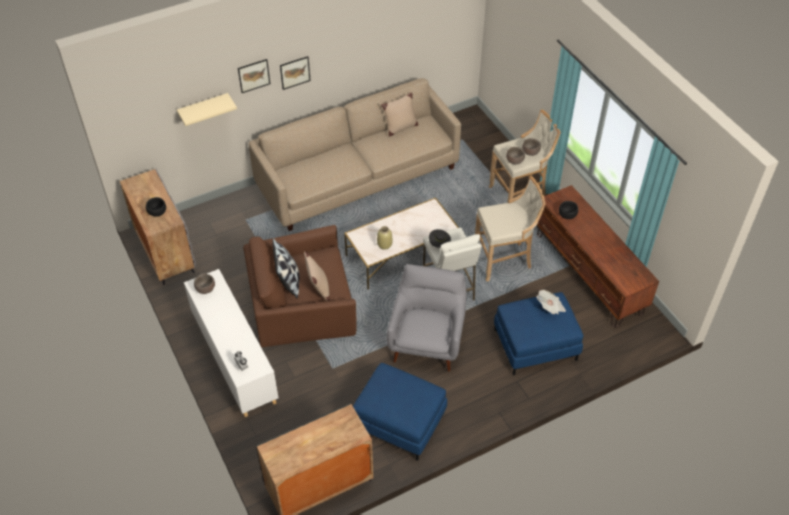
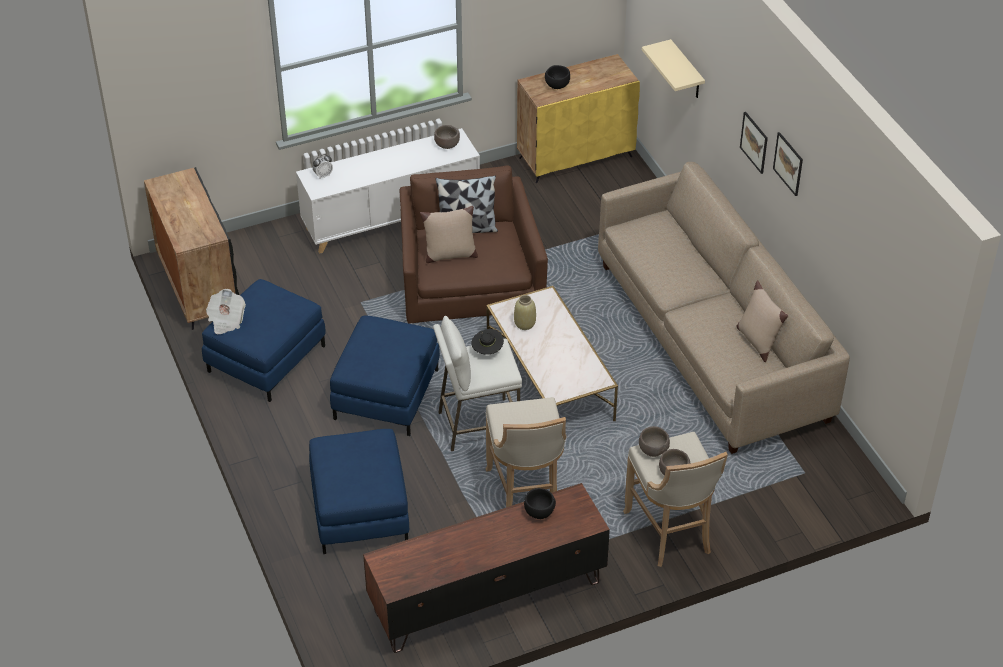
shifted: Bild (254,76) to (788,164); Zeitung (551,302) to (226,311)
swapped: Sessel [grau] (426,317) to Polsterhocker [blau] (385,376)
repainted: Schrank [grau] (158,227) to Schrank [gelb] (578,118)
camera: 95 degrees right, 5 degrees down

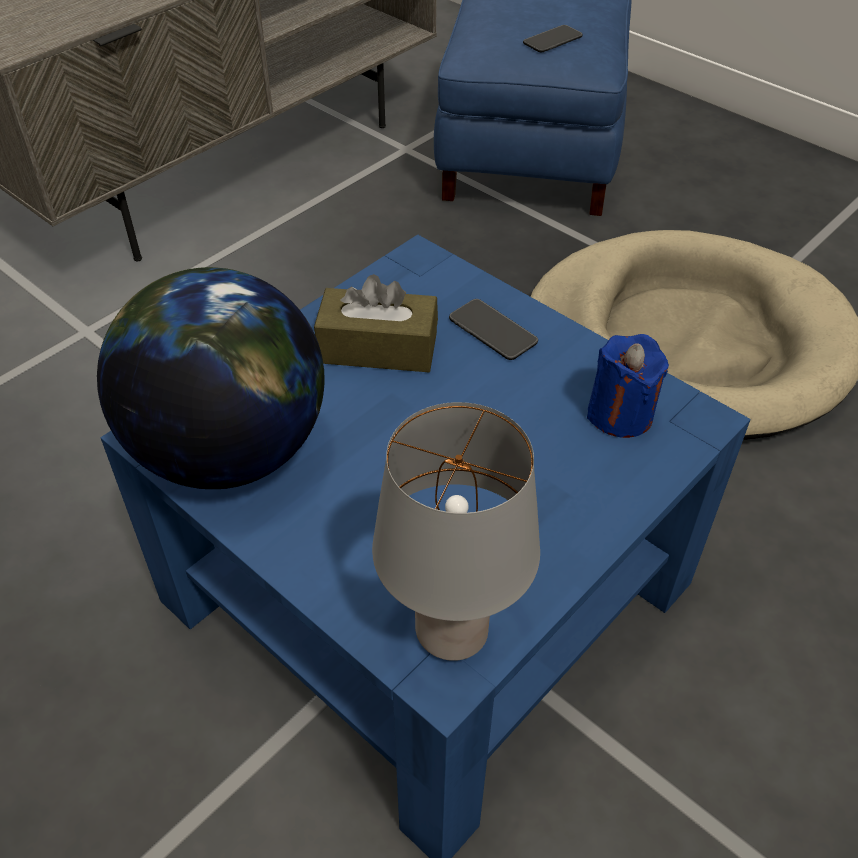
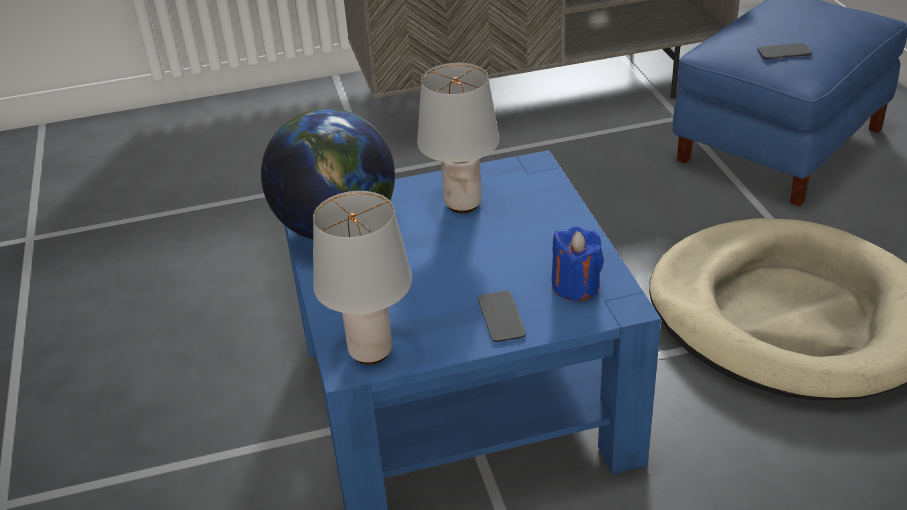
shifted: Handy (493,329) to (502,316)
swapped: Taschentuchbox [braun] (376,323) to Tischlampe [grau] (458,138)
camera: 35 degrees right, 10 degrees down

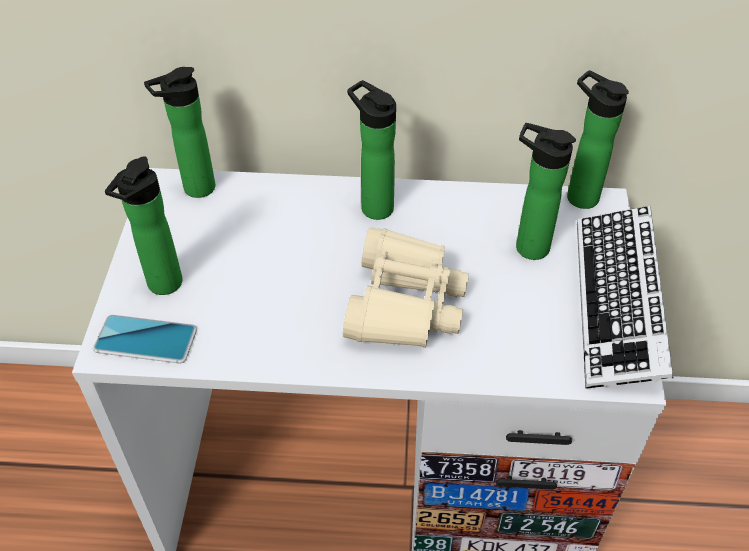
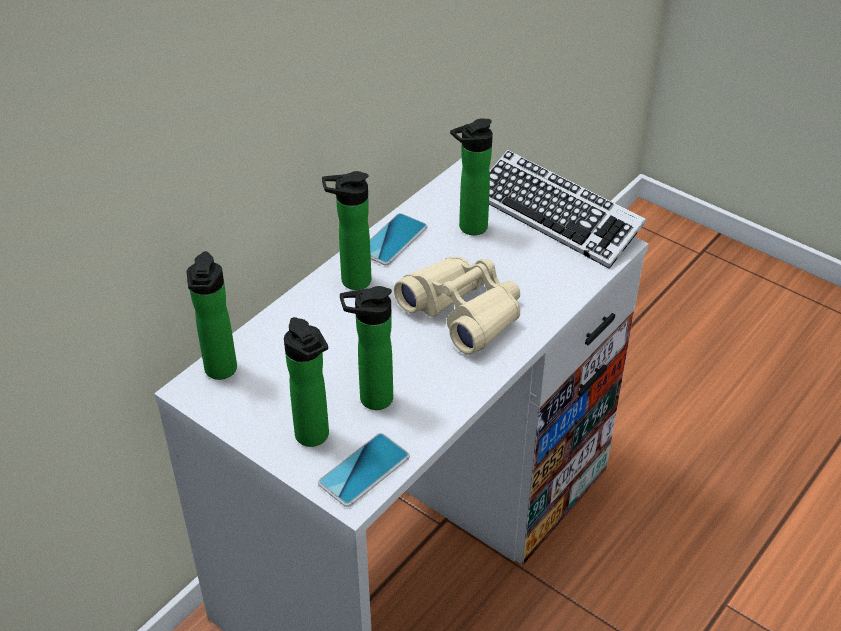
new: Handy (399,239)
shifted: Flasche (598,139) to (366,348)
camera: 55 degrees left, 5 degrees down

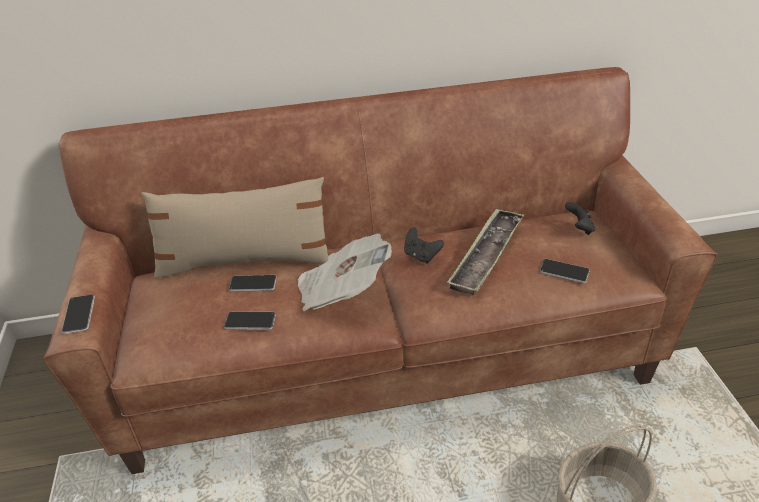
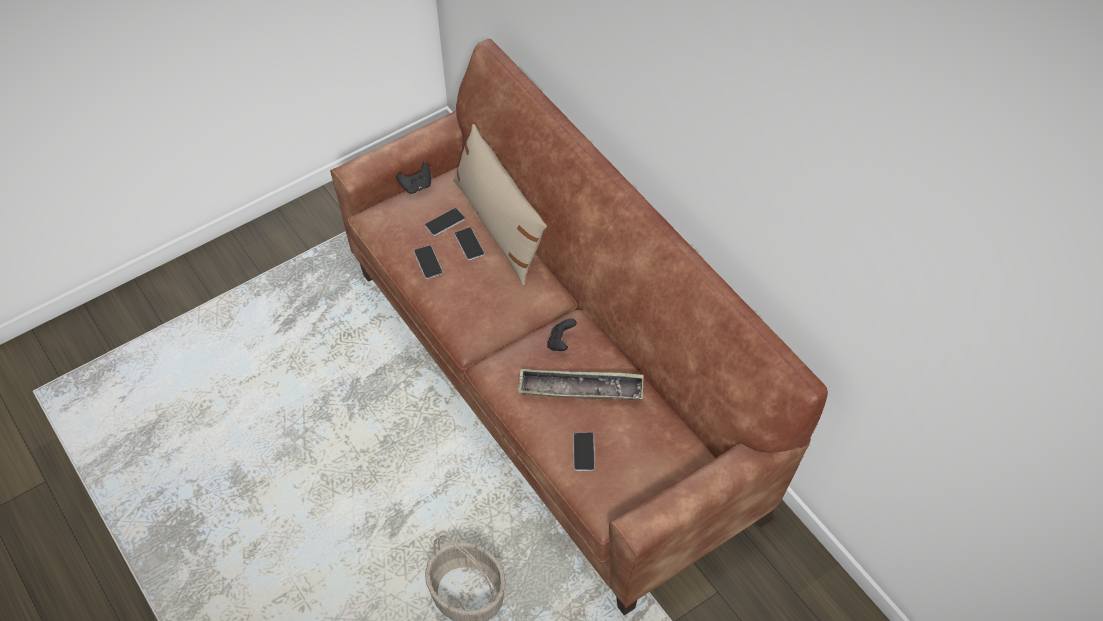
gone: Zeitung (345,272)
shifted: Gamepad [schwarz] (580,218) to (413,178); Handy (78,314) to (445,222)
camera: 65 degrees right, 15 degrees up

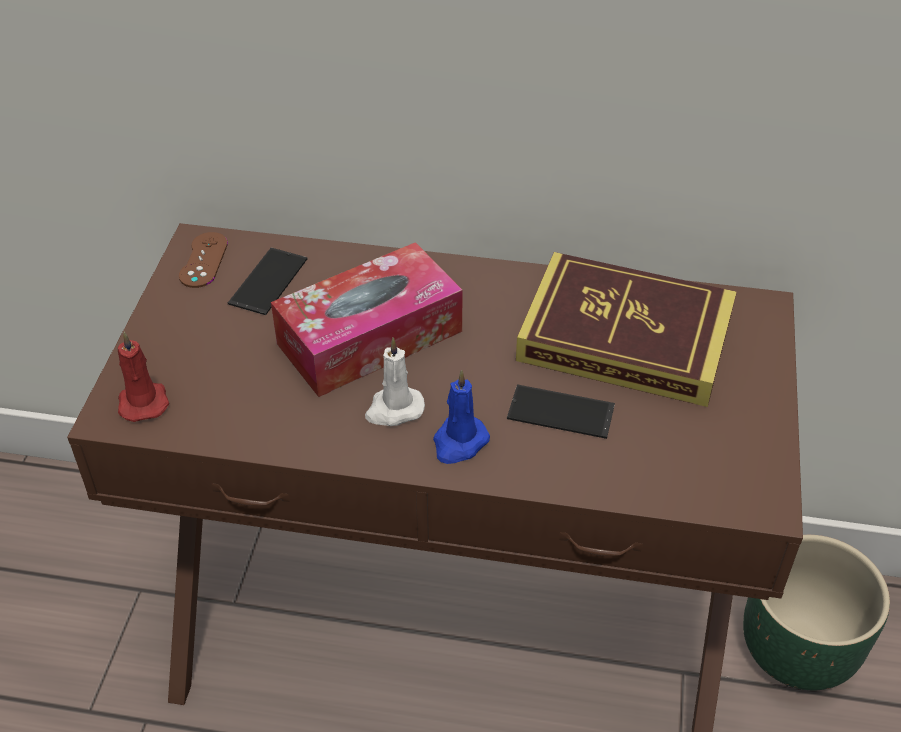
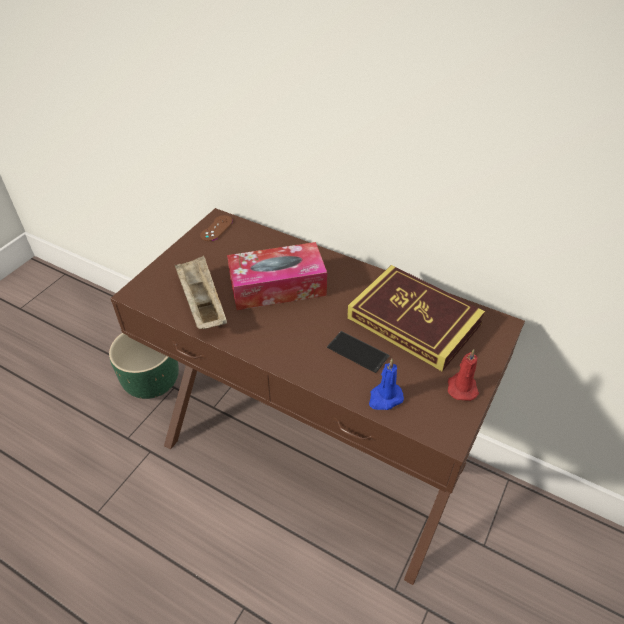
gone: Handy (268,281); Kerze [weiß] (395,382)
new: Tablett [beige] (200,292)
shifted: Kerze [rot] (143,377) to (463,375); Kerze [blau] (461,417) to (386,384); Pflanzkübel [grün] (816,612) to (144,366)
camera: 20 degrees right, 0 degrees up

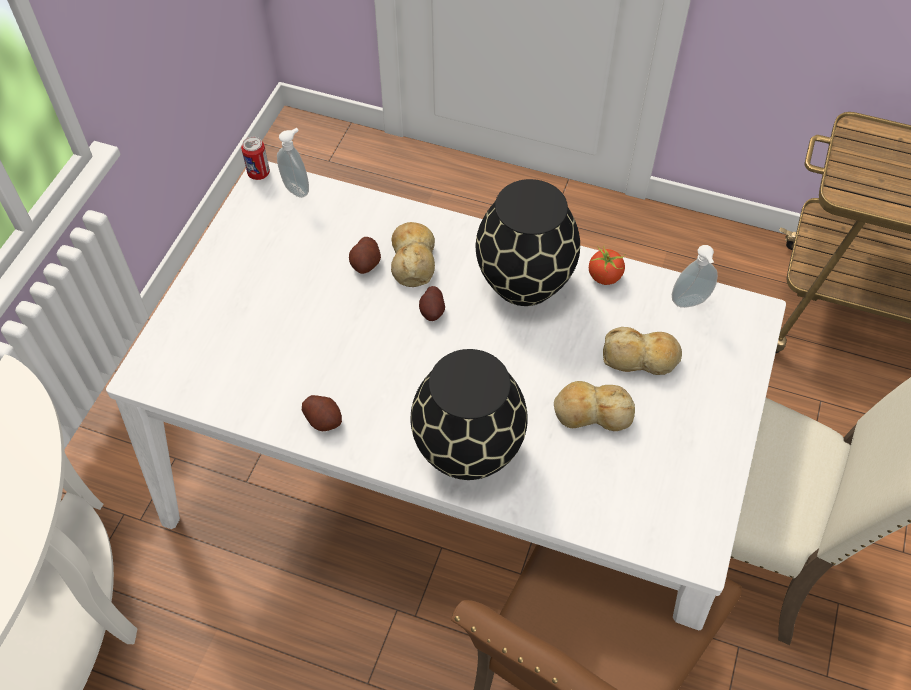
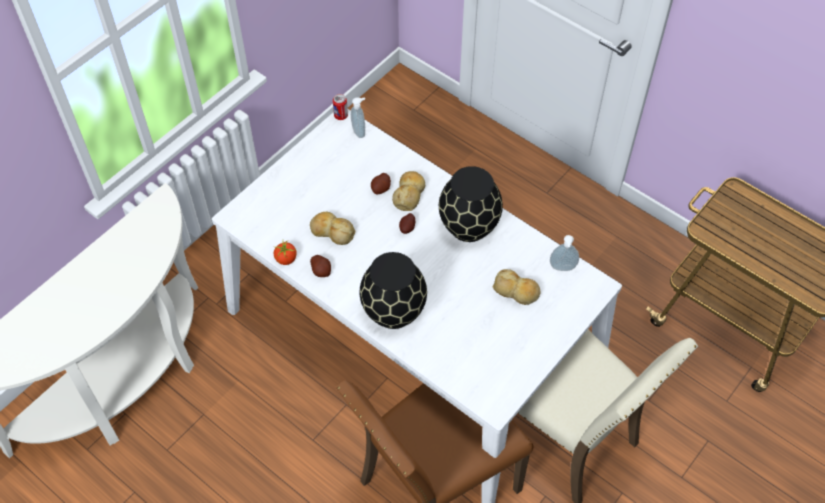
shifted: Tomate (607,266) to (285,252); Brot (594,406) to (333,228)
camera: 20 degrees right, 0 degrees up

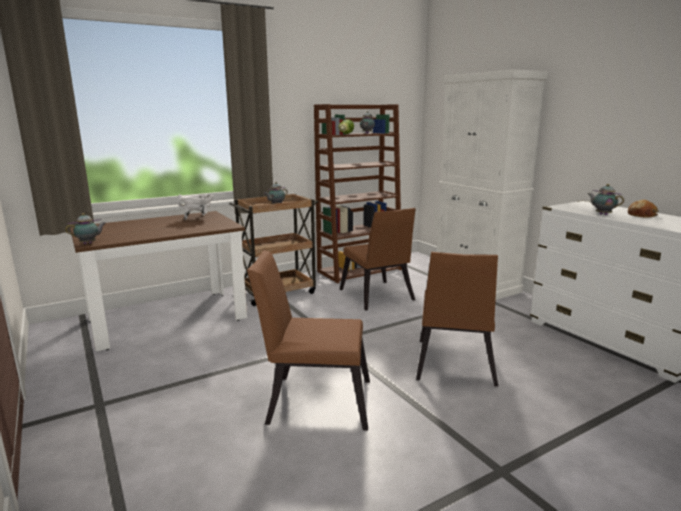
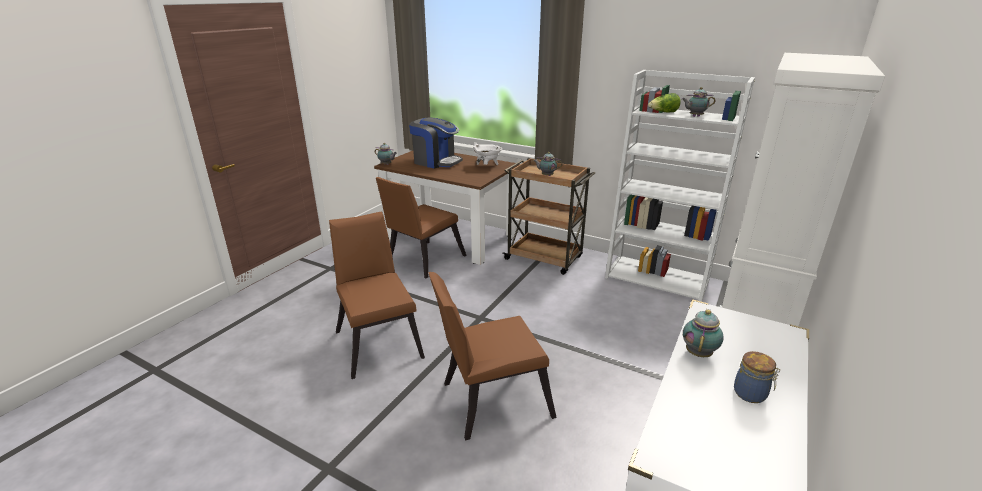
new: Kaffeemaschine (436,143)
shifted: Stuhl [braun] (378,259) to (421,228)
swapped: Brot (643,209) to Vorratsglas (757,377)
repainted: Bücherregal [braun] (358,193) to Bücherregal [weiß] (680,186)
camera: 60 degrees right, 10 degrees up

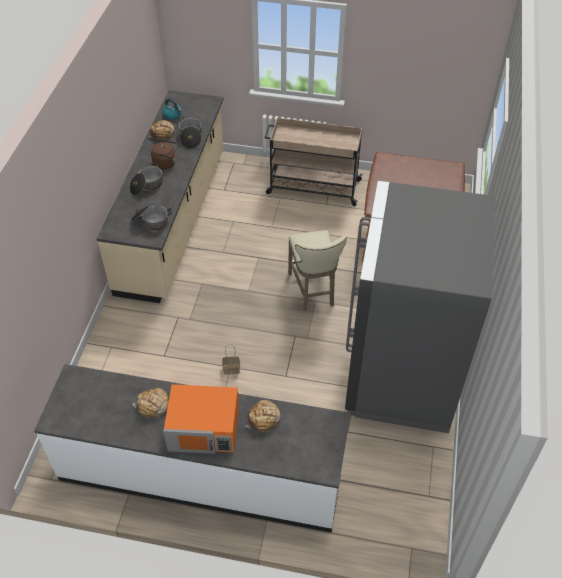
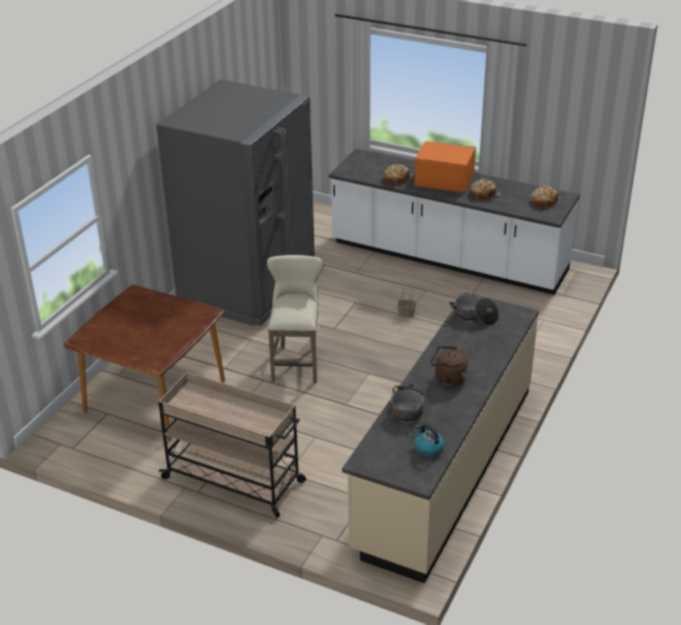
gone: Kochtopf (146,179)
shifted: Brot (162,129) to (545,196)
camera: 165 degrees left, 15 degrees down

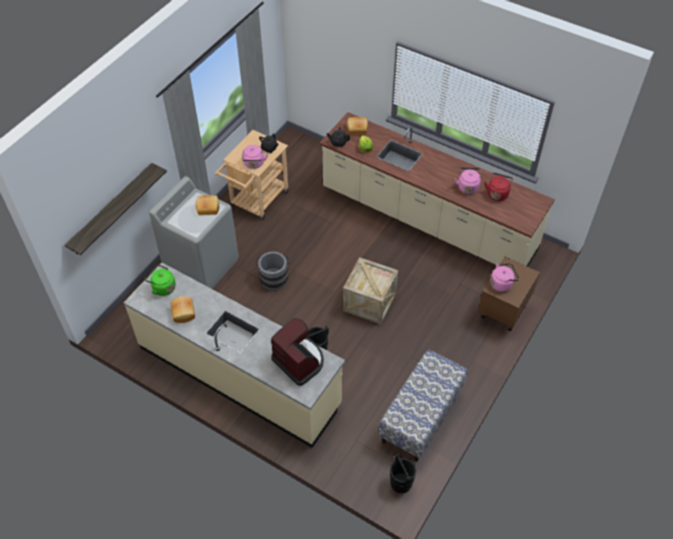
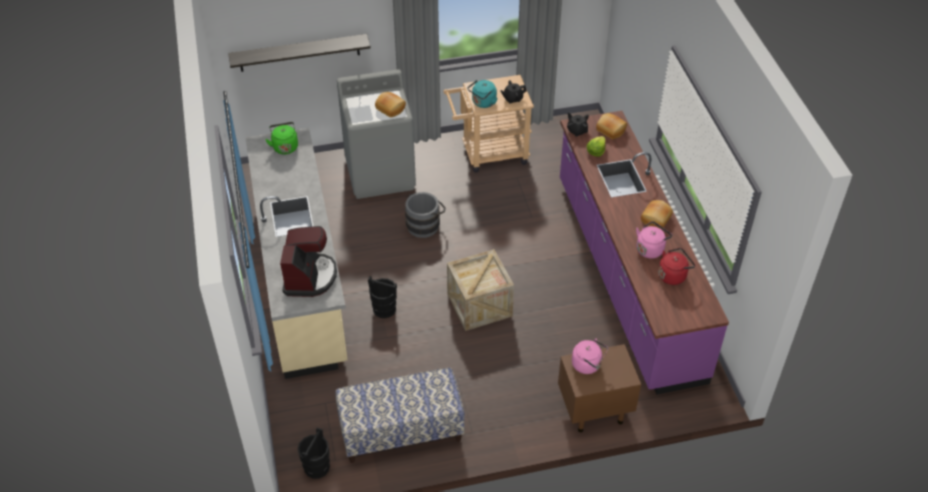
shifted: Brot (182,309) to (657,215)
repainted: Küchenzeile [beige] (437,189) to Küchenzeile [lila] (644,253); Wasserkessel [rosa] (255,157) to Wasserkessel [türkis] (482,94)
camera: 45 degrees right, 5 degrees down

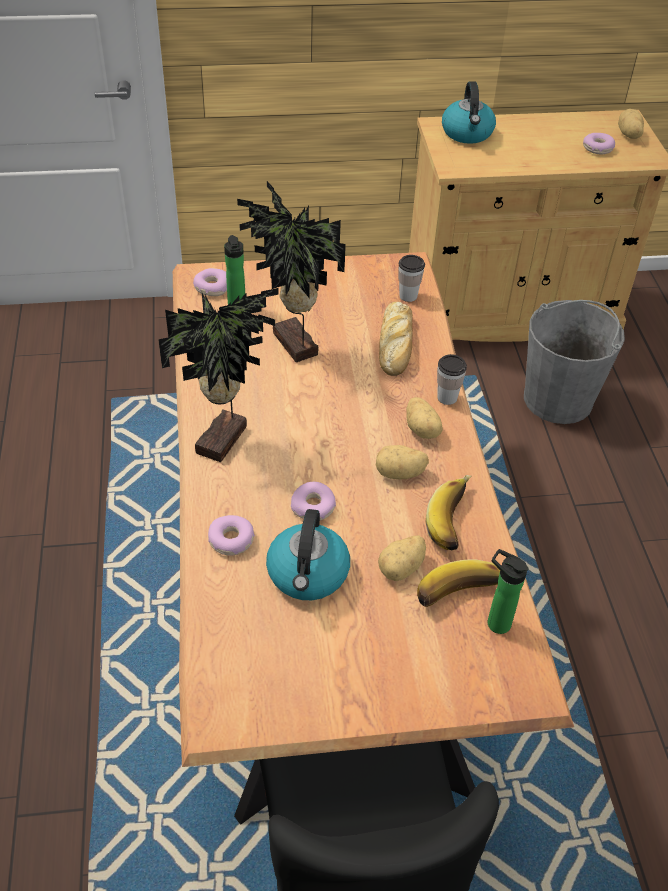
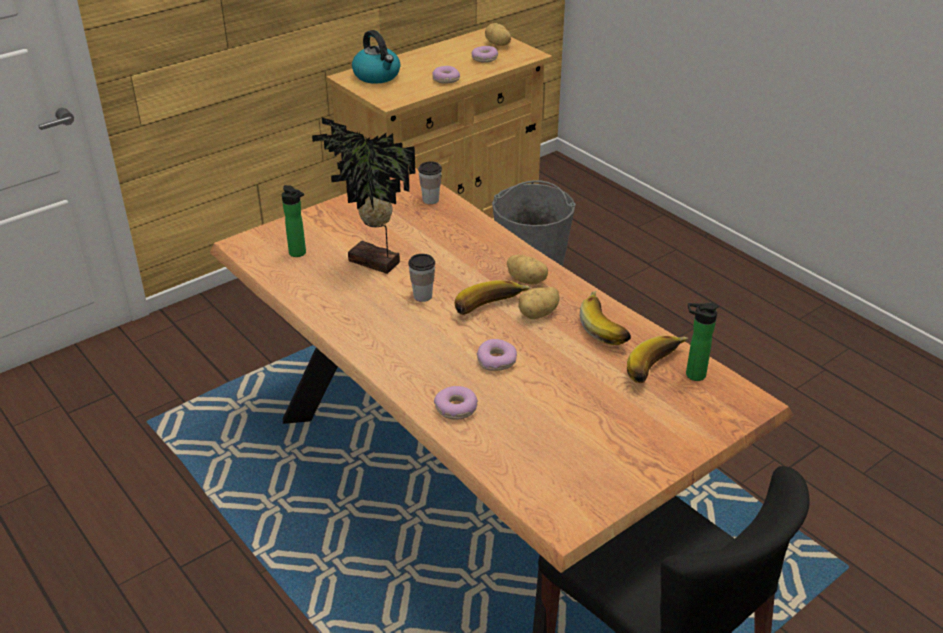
gone: Topfpflanze (218,375); Brot (396,339); Wasserkessel (308,554); Kartoffel (402,558)
new: Banane (492,297)
shifted: Donut (210,282) to (446,75); Tasse (452,379) to (421,278)
camera: 30 degrees left, 10 degrees down

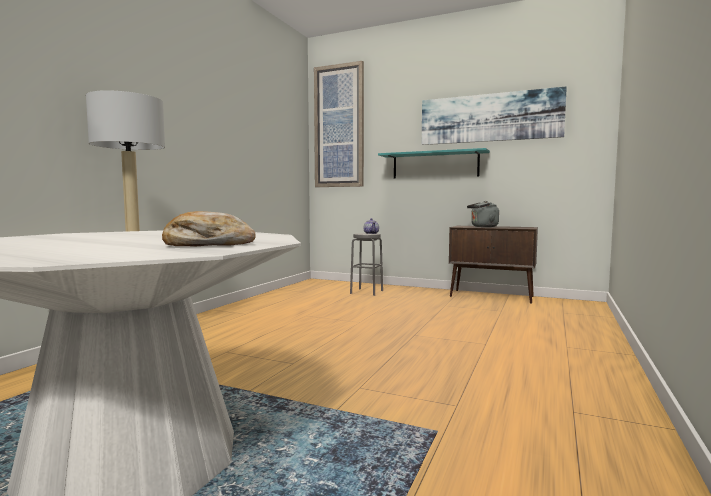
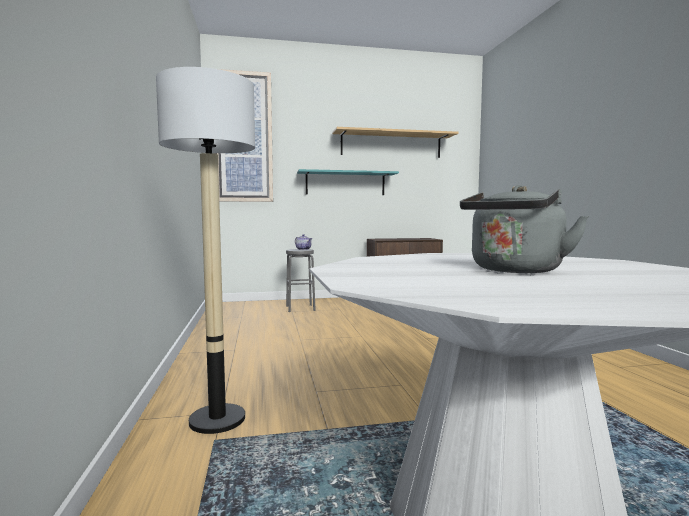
gone: Brot (209,228)
shifted: Wasserkessel [grau] (483,214) to (524,229)
swapped: Bild (494,115) to Wandregal (395,142)
camera: 35 degrees left, 0 degrees up

